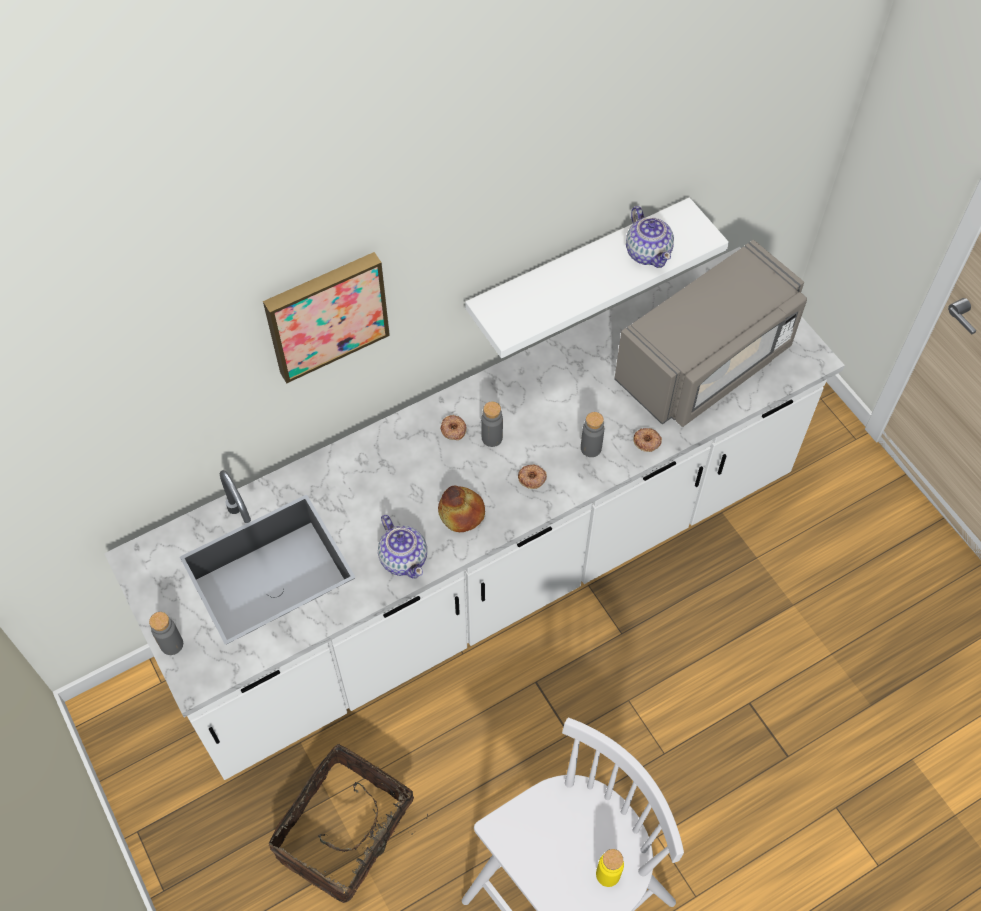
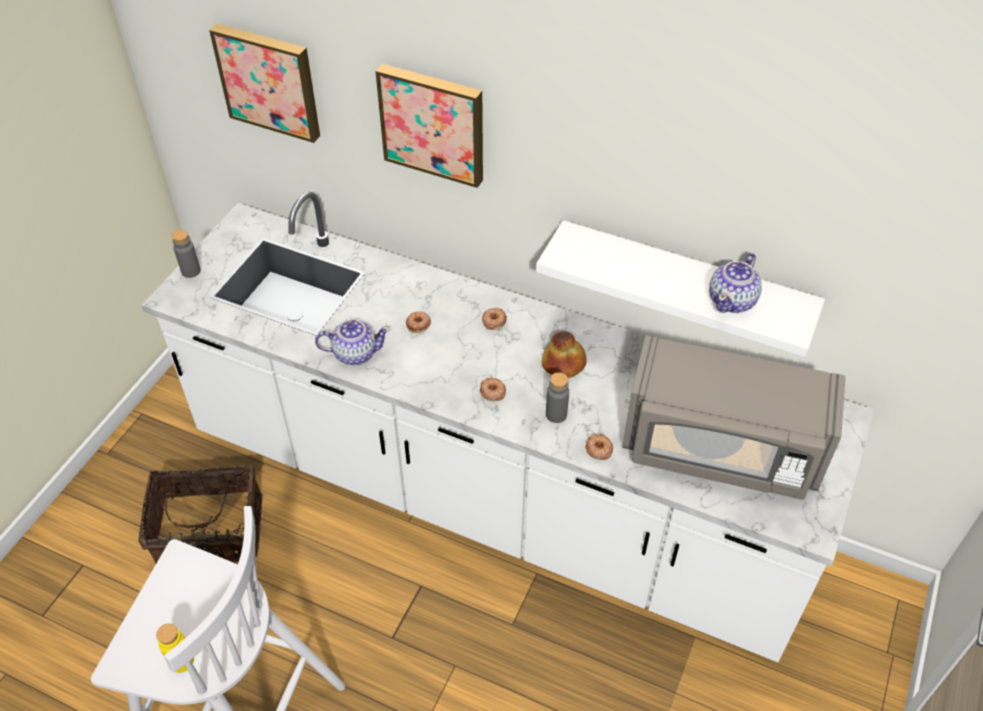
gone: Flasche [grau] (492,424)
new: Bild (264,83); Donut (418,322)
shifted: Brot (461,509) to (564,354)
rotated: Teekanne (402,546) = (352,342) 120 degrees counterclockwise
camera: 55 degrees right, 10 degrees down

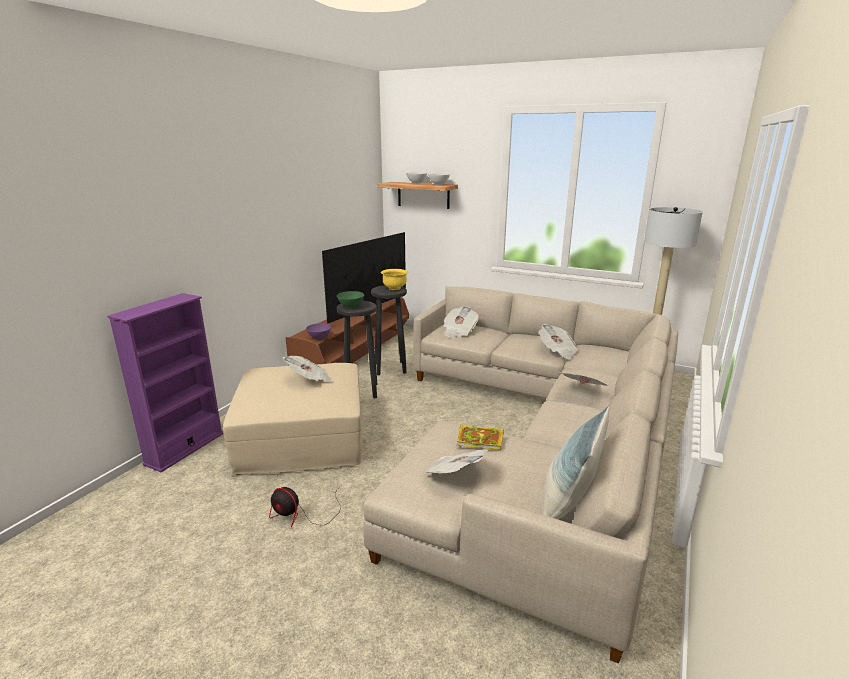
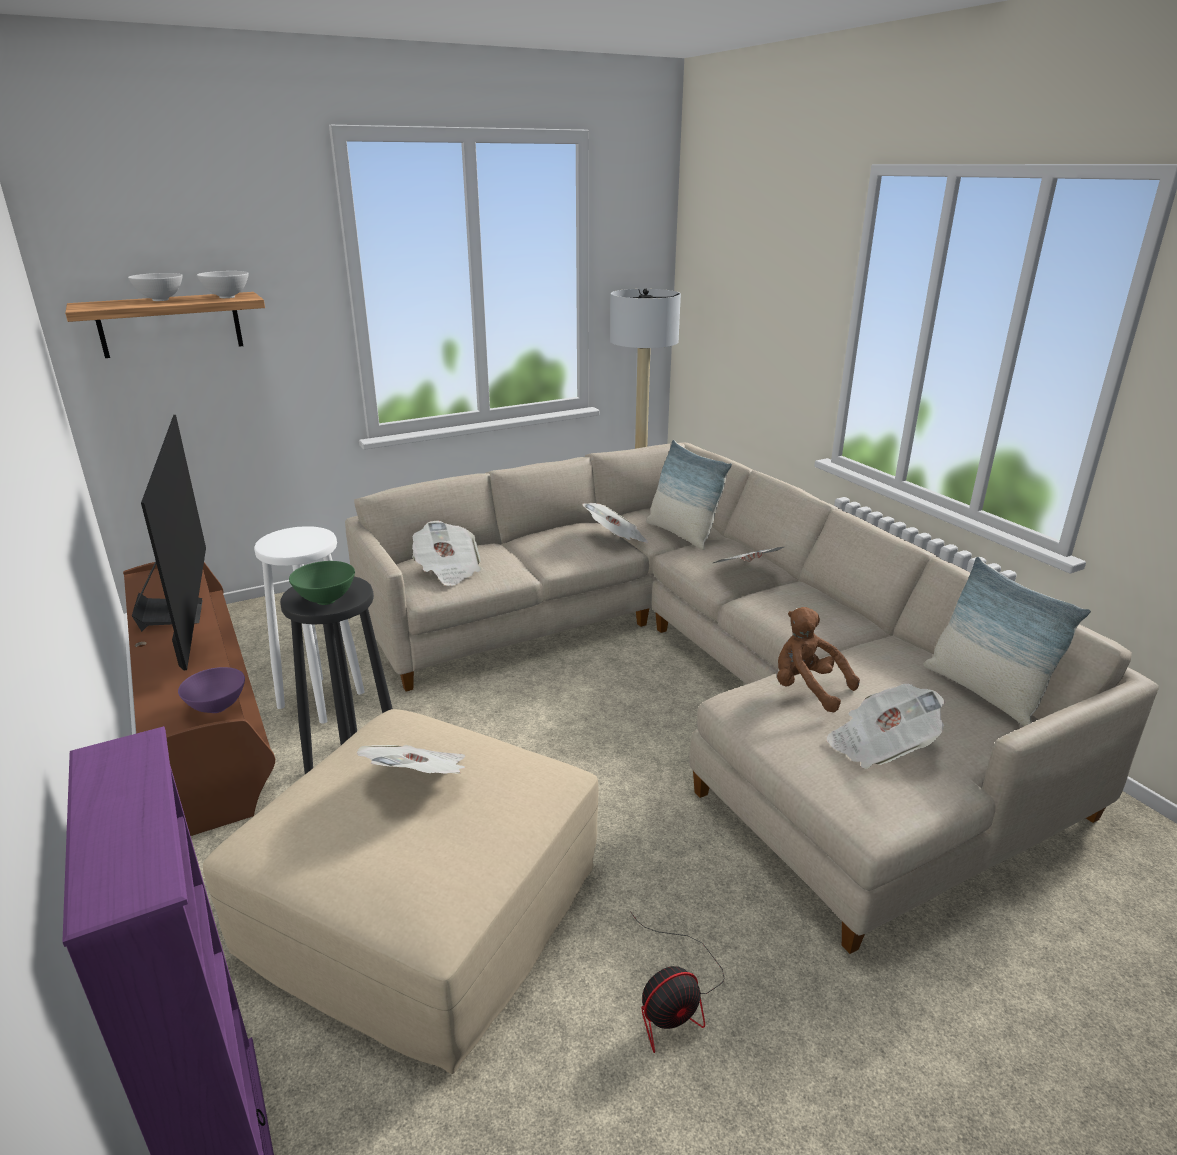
gone: Schüssel [gelb] (394,279)
new: Kissen (689,495)
swapped: Buch (480,437) to Plüschtier [braun] (818,659)
repainted: Hocker [schwarz] (389,330) to Hocker [weiß] (309,625)
camera: 55 degrees left, 5 degrees up

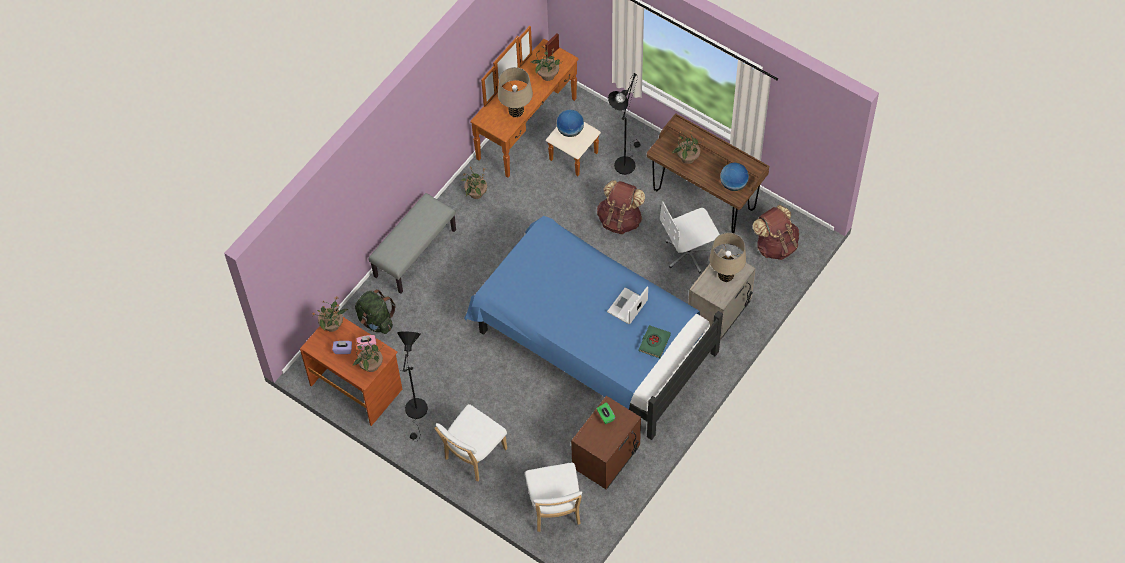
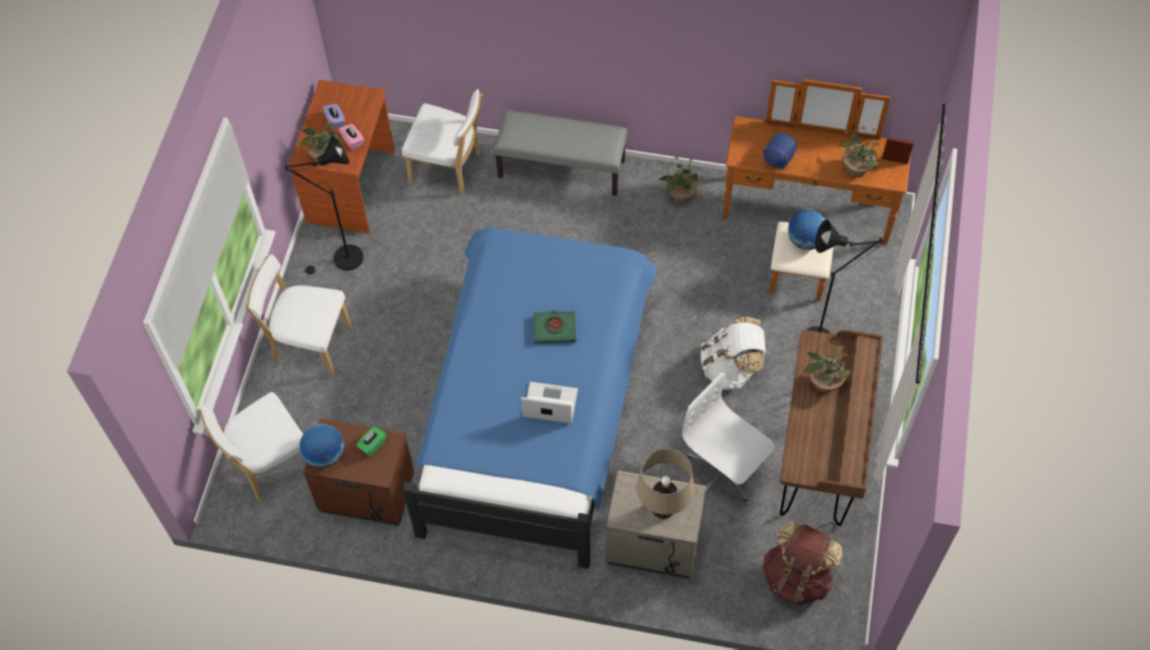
gone: Topfpflanze (330,314)
shifted: Globus (734,177) to (322,446); Buch [grün] (655,341) to (554,327)
swapped: Tischlampe [beige] (515,92) to Plüschtier [blau] (780,151); Rucksack [grün] (375,311) to Stuhl [weiß] (442,142)
repainted: Rucksack [braun] (621,207) to Rucksack [weiß] (733,353)
camera: 65 degrees right, 0 degrees up

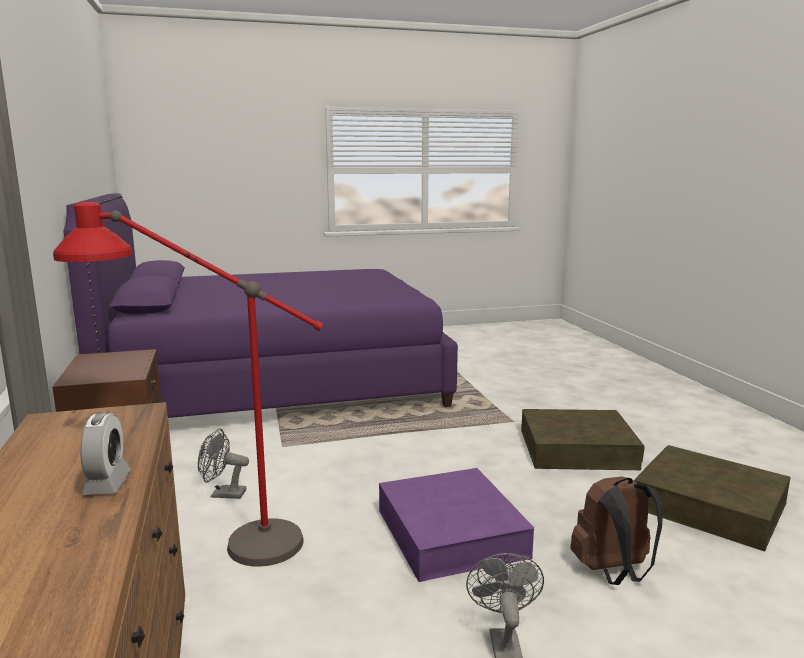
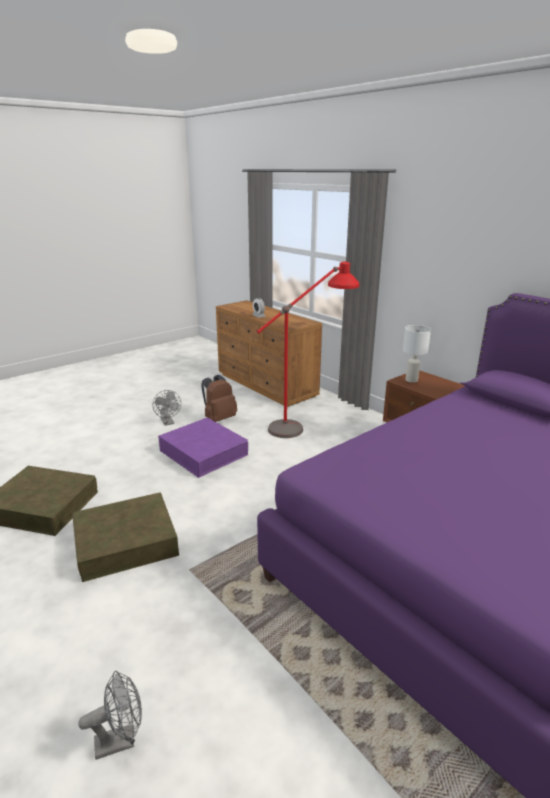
new: Tischlampe [weiß] (417,354)
shifted: Ventilator [grau] (223,464) to (110,715); Rucksack [braun] (616,530) to (219,398)
camera: 155 degrees right, 10 degrees up

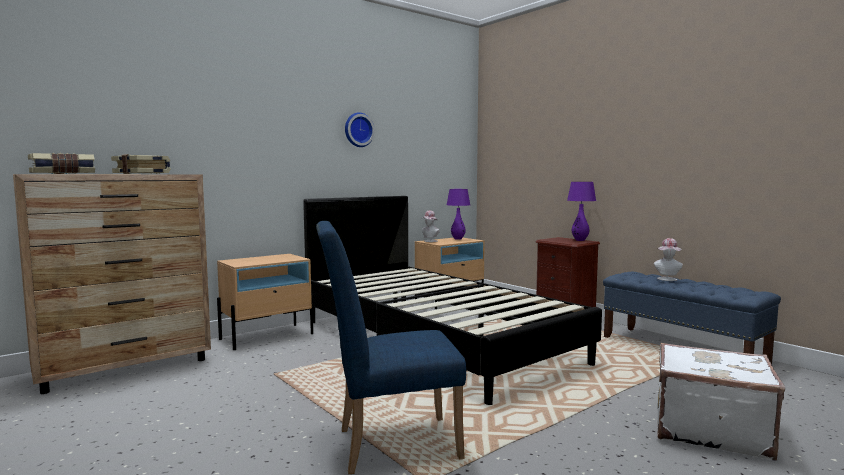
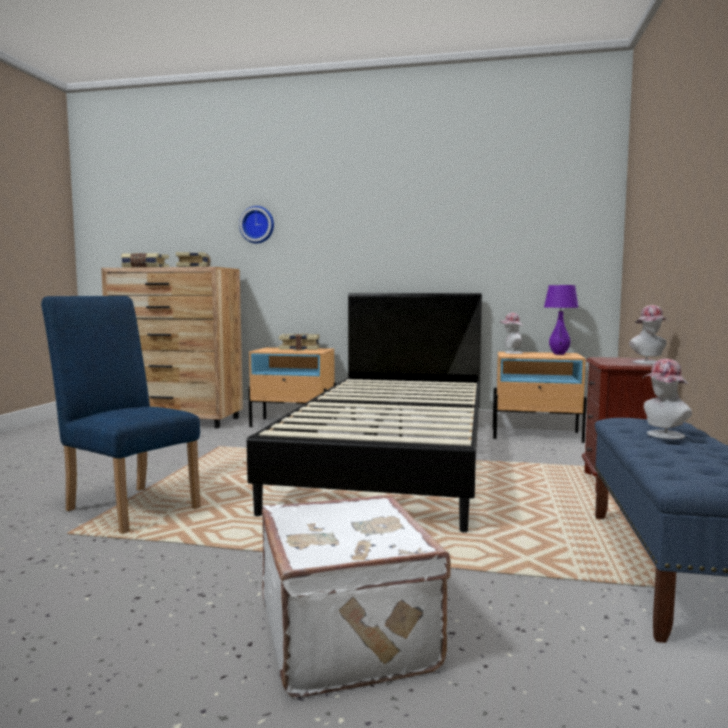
new: Buch (299,341)
shifted: Wanduhr (360,129) to (256,225)
swapped: Tischlampe [lila] (581,211) to Hut (649,334)
camera: 50 degrees right, 0 degrees up

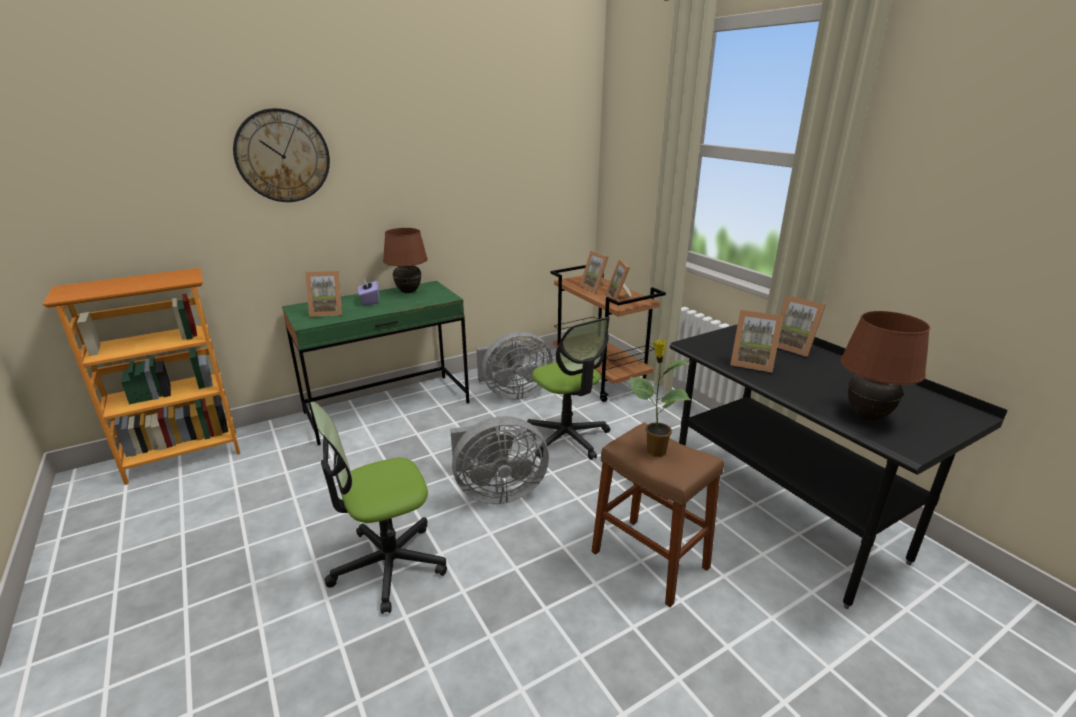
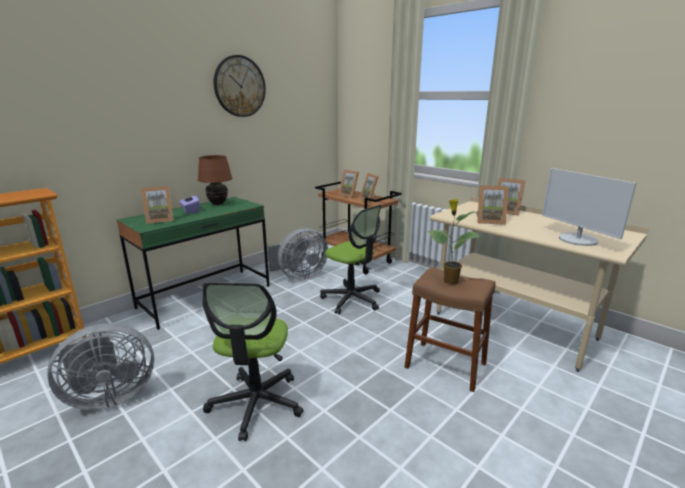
shifted: Wanduhr (281,155) to (240,86); Ventilator [grau] (499,460) to (100,366)
swapped: Tischlampe [braun] (885,366) to Monitor (589,207)
repainted: Schreibtisch [schwarz] (839,466) to Schreibtisch [beige] (539,284)
rotated: Bürostuhl (378,508) = (253,361) 45 degrees counterclockwise
camera: 15 degrees left, 5 degrees down

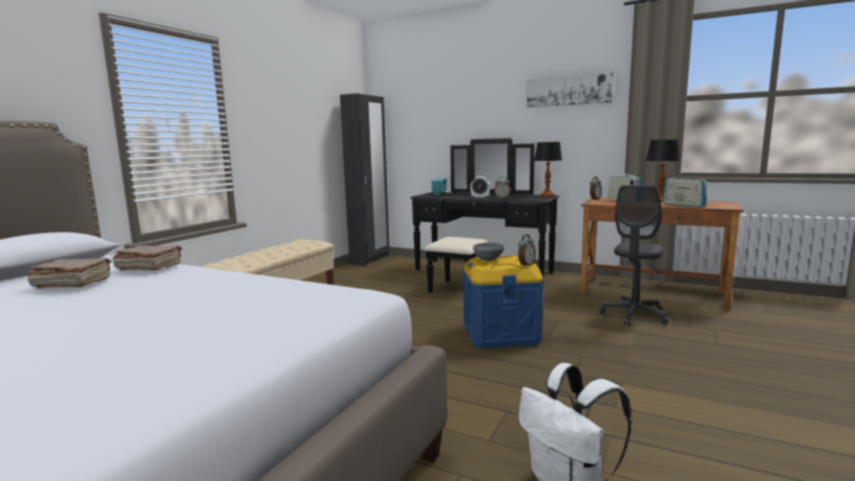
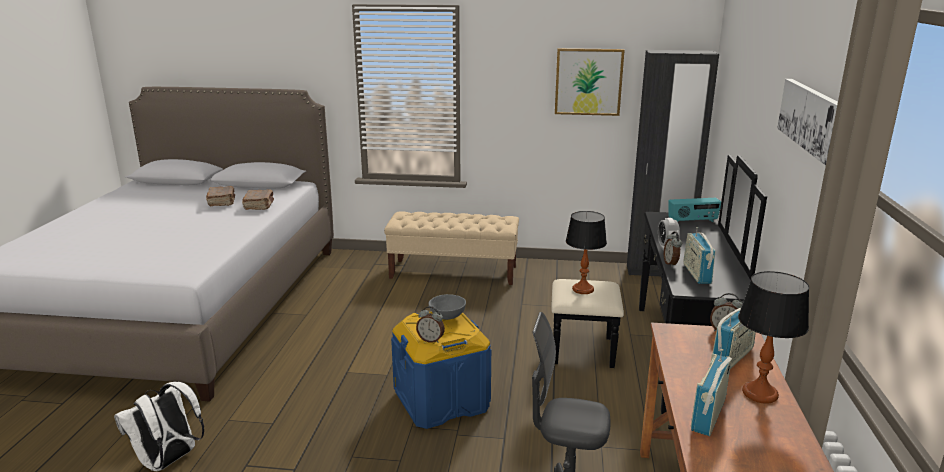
new: Bild (590,82); Radio (699,255)
shifted: Tischlampe (548,169) to (586,252)
camera: 70 degrees right, 10 degrees up

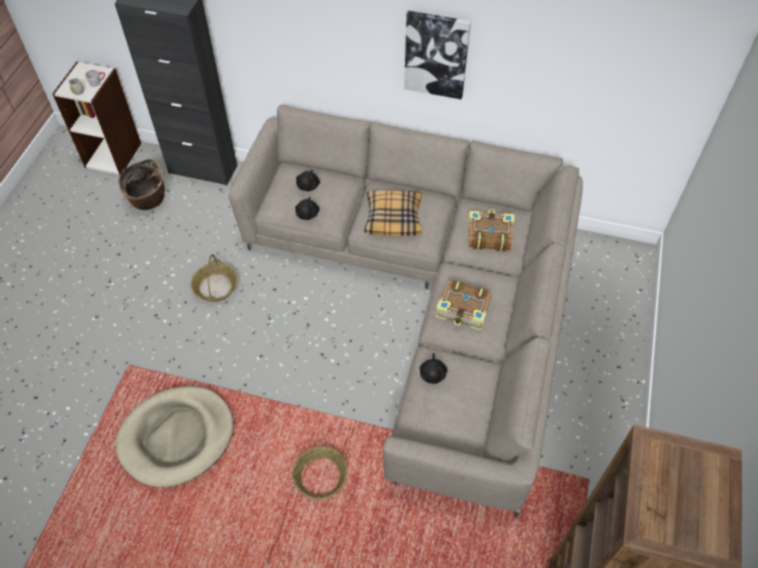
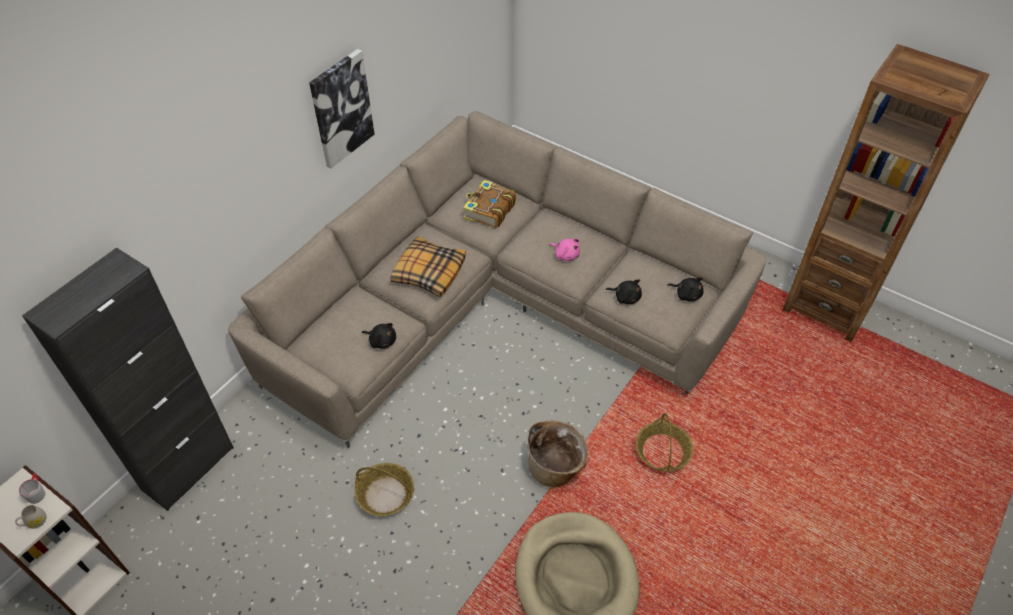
shifted: Korb (142,184) to (557,454); Plüschtier [schwarz] (308,180) to (686,289)
swapped: Buch (463,305) to Plüschtier [rosa] (564,249)
camera: 70 degrees left, 5 degrees down

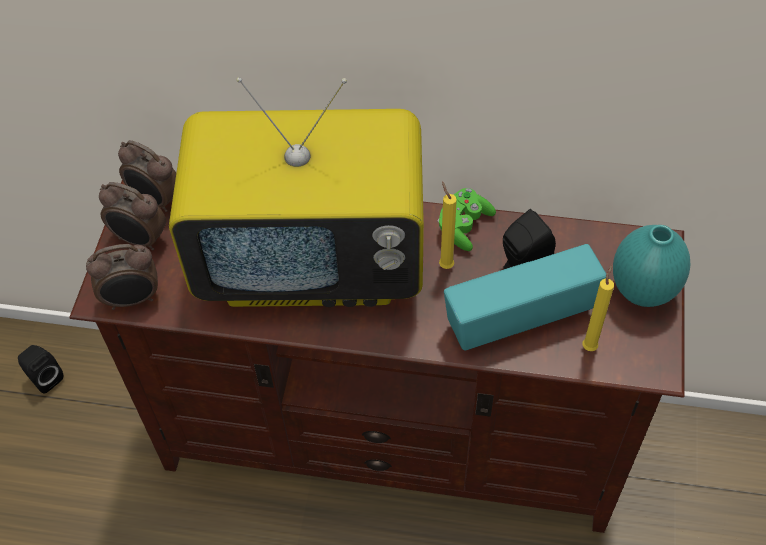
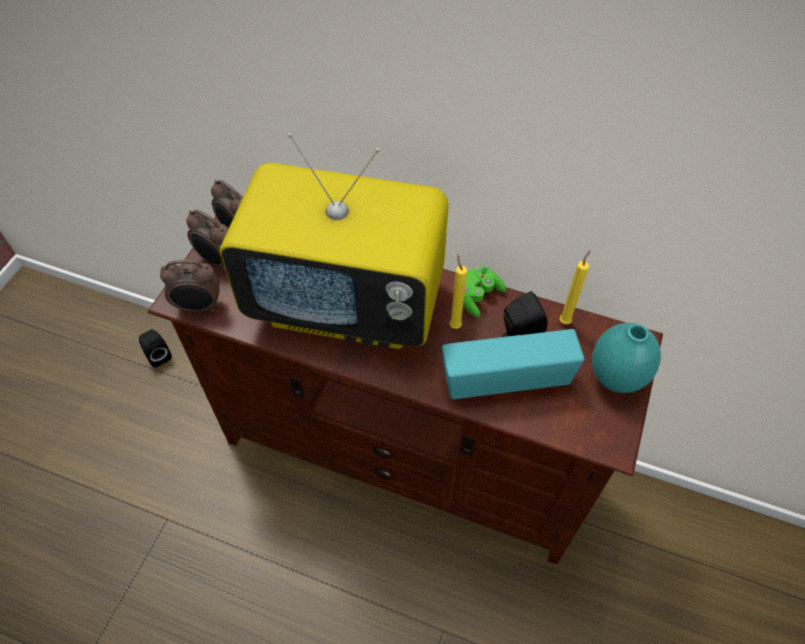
shifted: Kerze [gelb] (598,308) to (575,287)
camera: 10 degrees right, 0 degrees up

